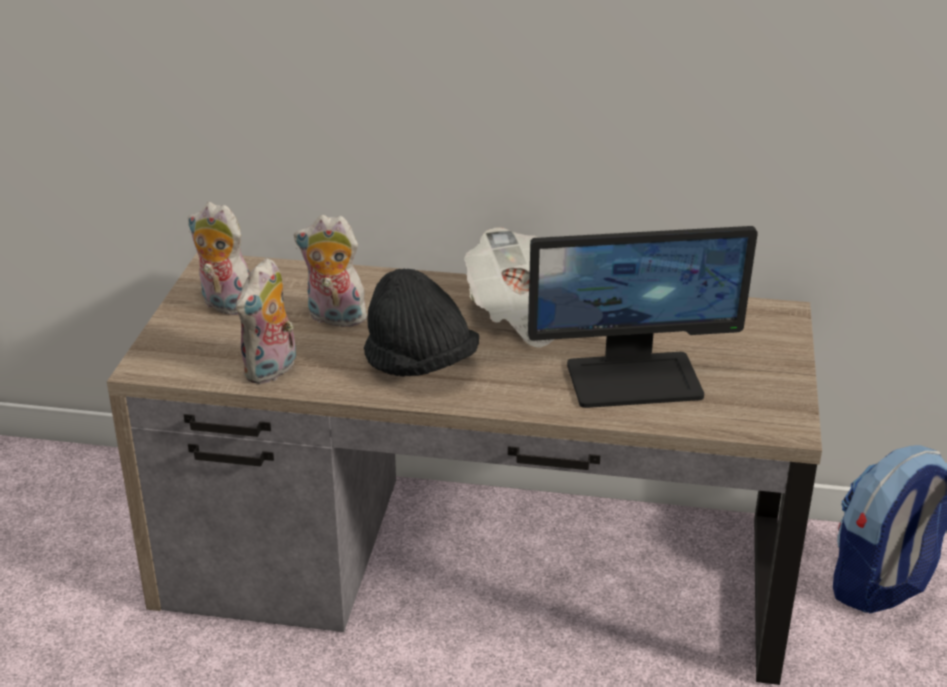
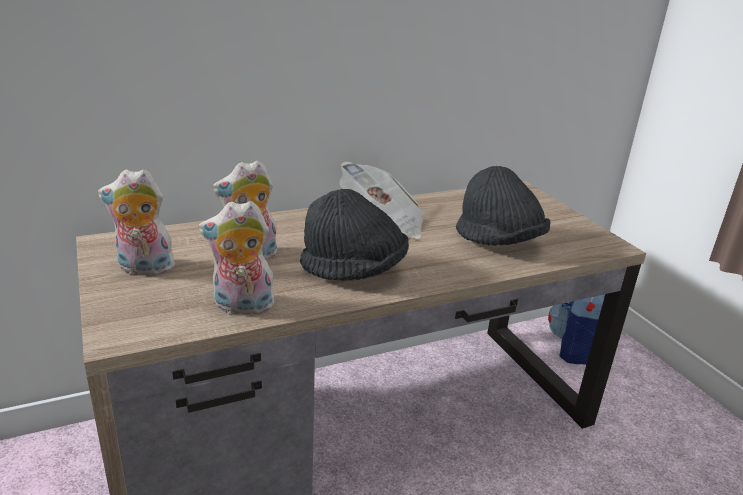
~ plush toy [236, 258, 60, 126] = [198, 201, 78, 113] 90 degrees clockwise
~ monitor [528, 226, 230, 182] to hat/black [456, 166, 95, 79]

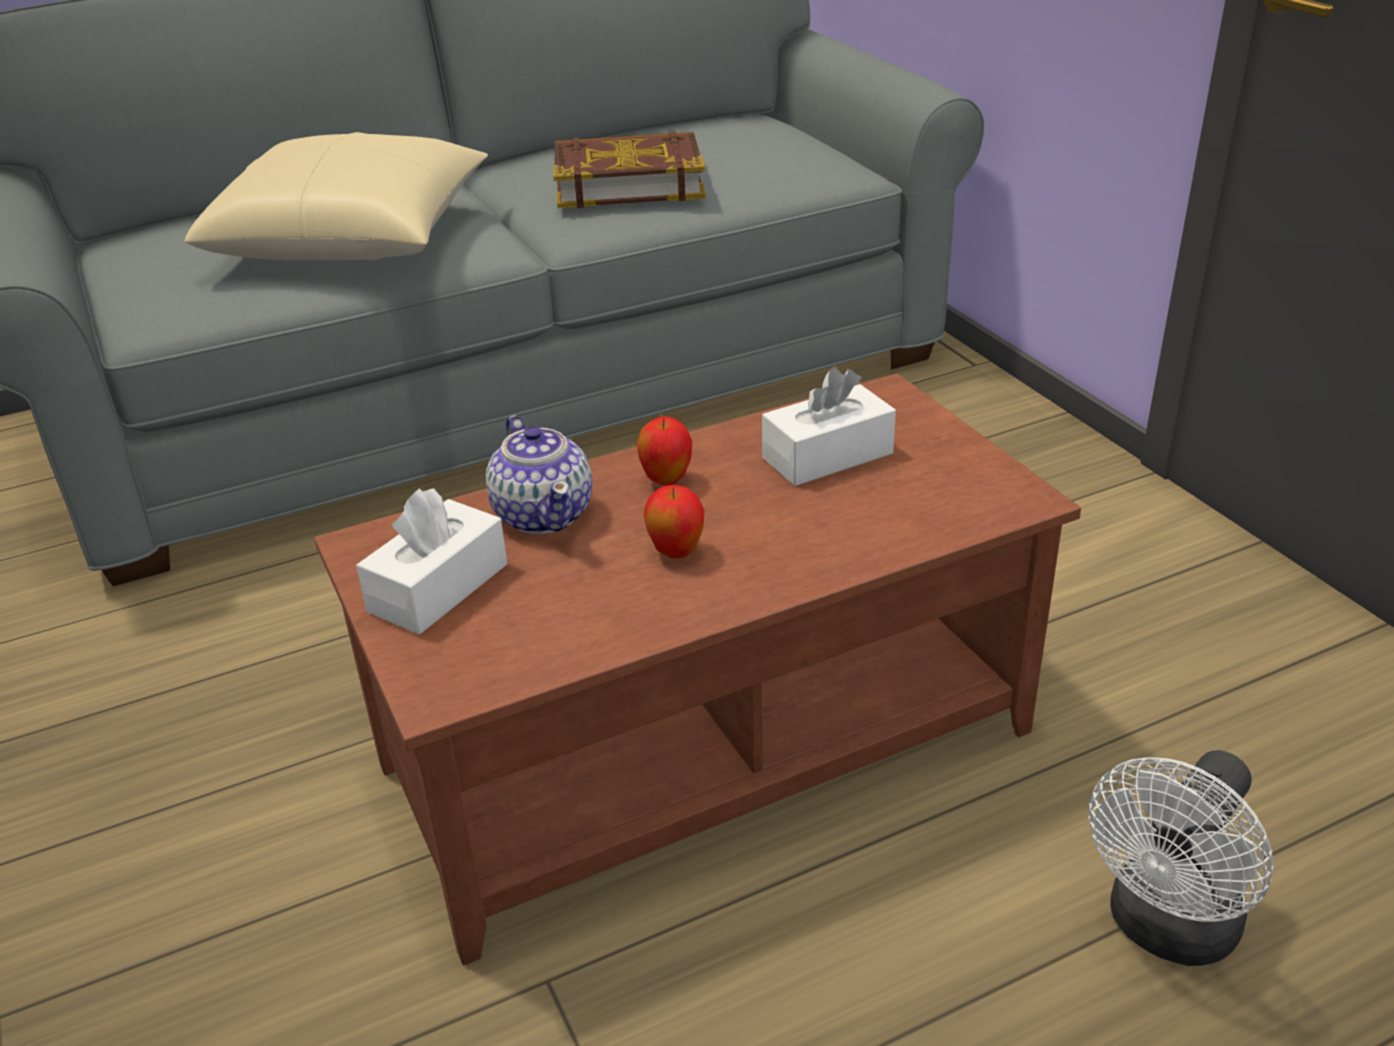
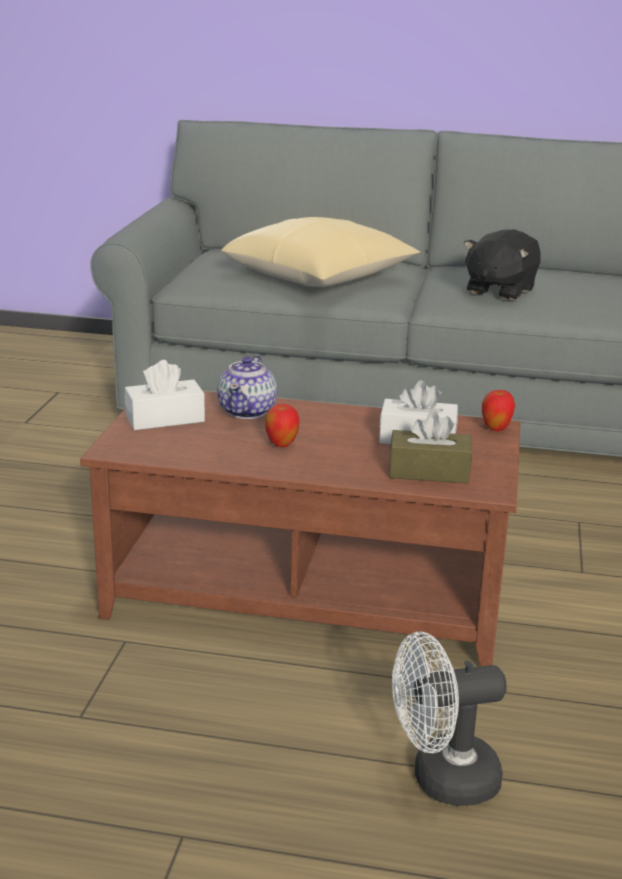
+ tissue box/brown [389, 411, 83, 72]
~ book [553, 131, 153, 77] to plush toy/black [464, 229, 76, 71]
~ apple [637, 416, 55, 70] to [482, 389, 33, 42]

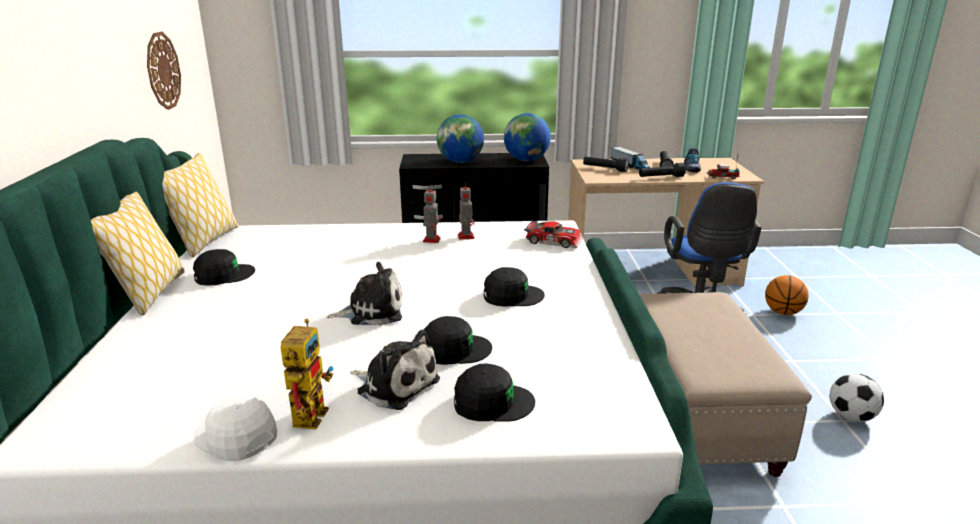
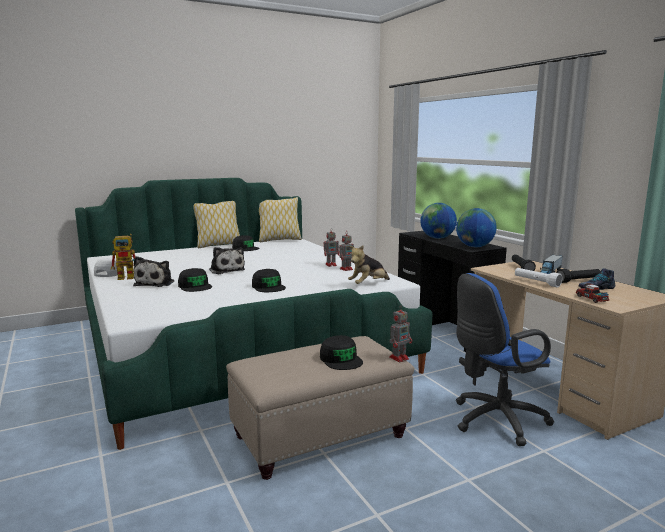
~ cap/black [454, 363, 81, 59] to [320, 335, 43, 35]
~ toy car [524, 220, 59, 28] to plush toy [348, 246, 42, 38]
+ toy robot [389, 305, 23, 57]
~ flashlight/black [639, 163, 47, 14] to flashlight/white [515, 268, 47, 19]
- wall clock [147, 32, 34, 78]
- basketball [765, 275, 44, 40]
- football [830, 373, 54, 49]

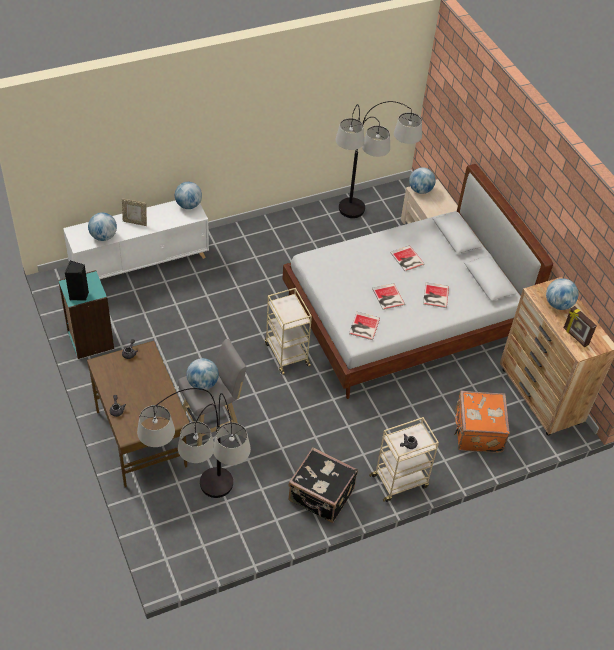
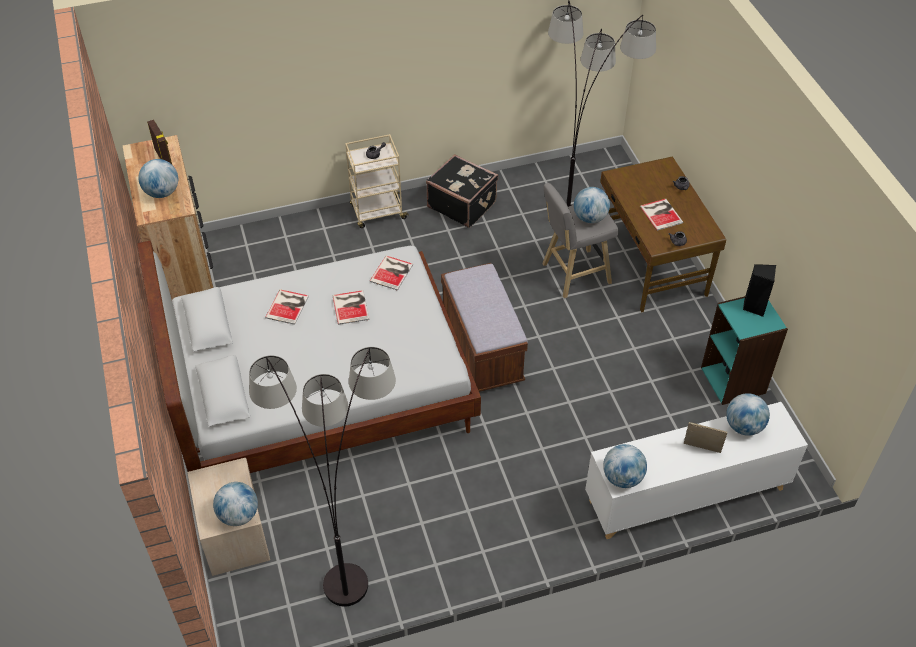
~ cart/beige [265, 288, 47, 87] to bench/brown [441, 263, 87, 129]
~ book [390, 245, 35, 26] to [640, 199, 43, 32]
- suitcase/orange [454, 391, 56, 62]

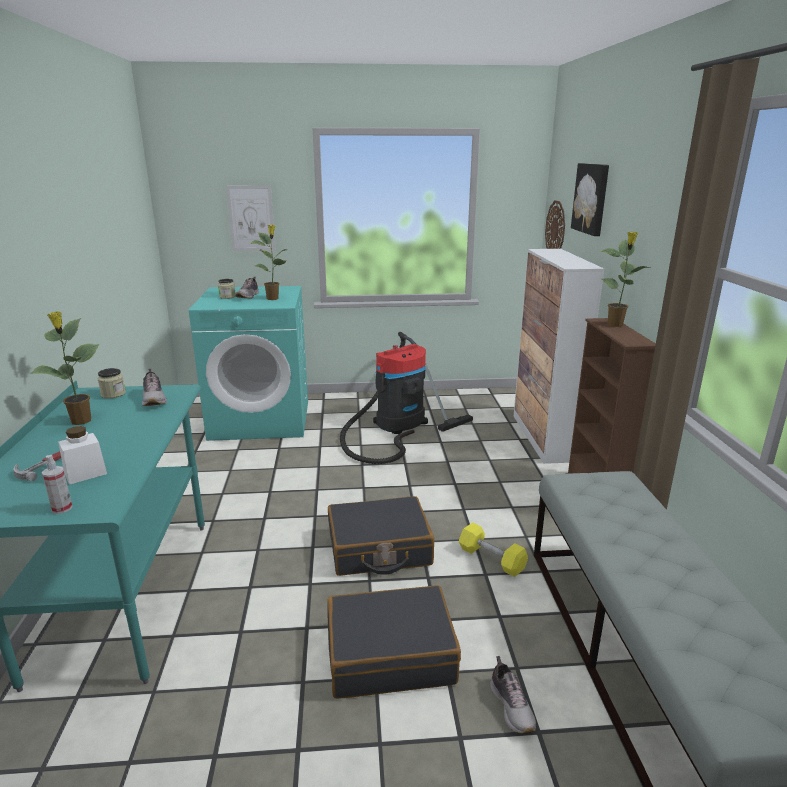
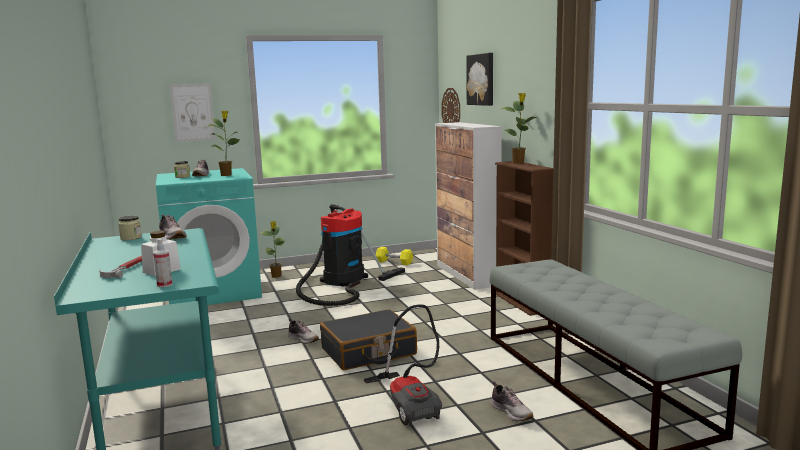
~ potted plant [30, 311, 69, 114] to [261, 221, 24, 57]
+ shoe [288, 319, 31, 25]
~ suitcase/black [327, 585, 134, 114] to vacuum cleaner [364, 304, 78, 122]
~ dumbbell/yellow [459, 522, 69, 55] to [376, 247, 37, 18]

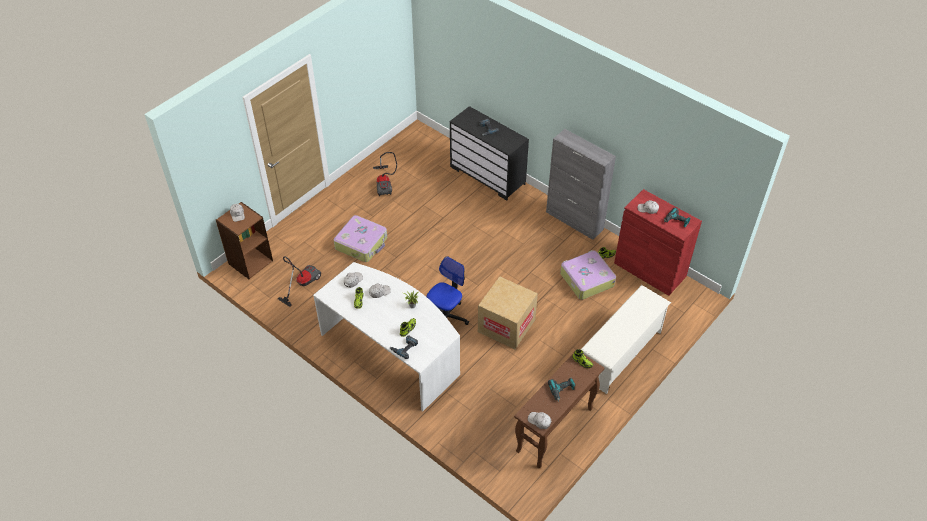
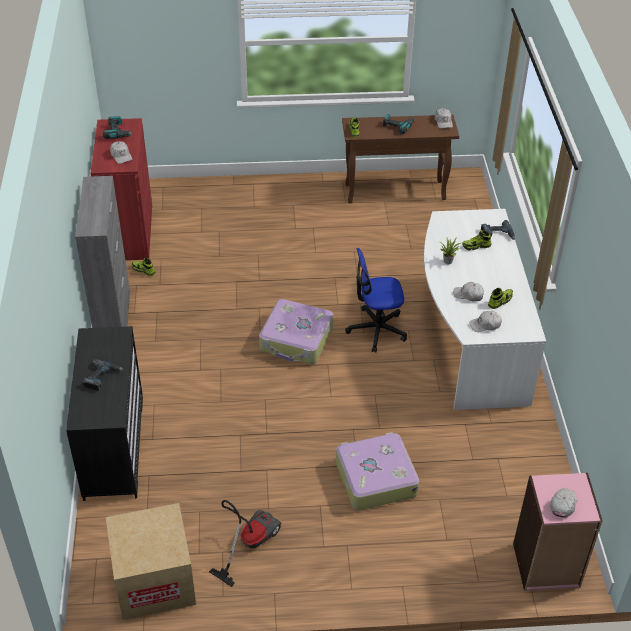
~ cardboard box [478, 276, 60, 73] to [106, 503, 90, 117]
~ suitcase [560, 250, 56, 50] to [259, 299, 74, 65]
~ bookcase/brown [216, 202, 57, 77] to bookcase/pink [513, 473, 90, 118]
- vacuum cleaner [278, 256, 44, 51]
- shoe rack/white [581, 285, 90, 109]

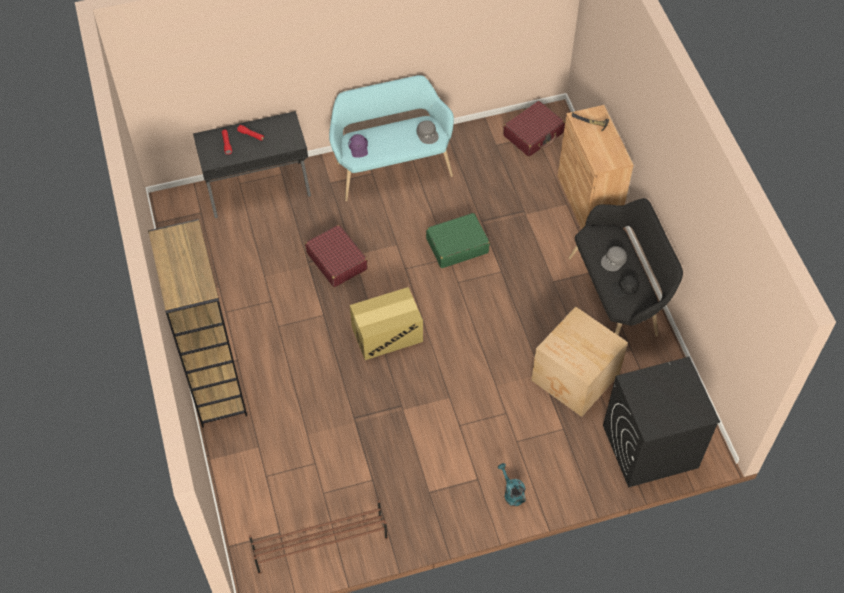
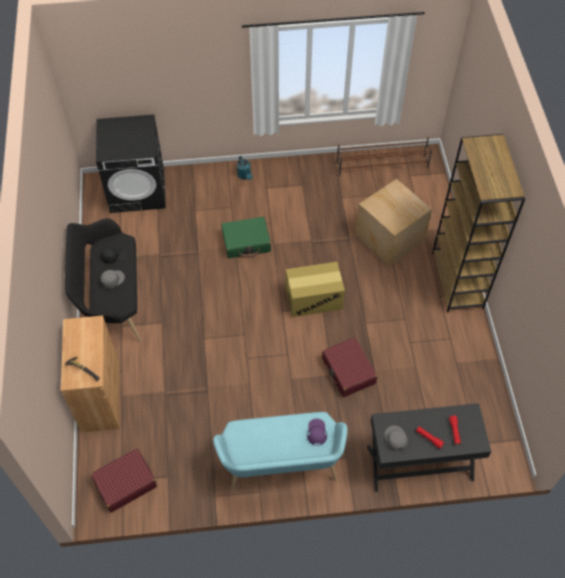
~ suitcase/green [426, 213, 64, 55] to [221, 217, 50, 41]
~ cardboard box [531, 306, 97, 111] to [355, 179, 77, 87]
~ cap/grey [416, 120, 23, 24] to [384, 425, 24, 27]

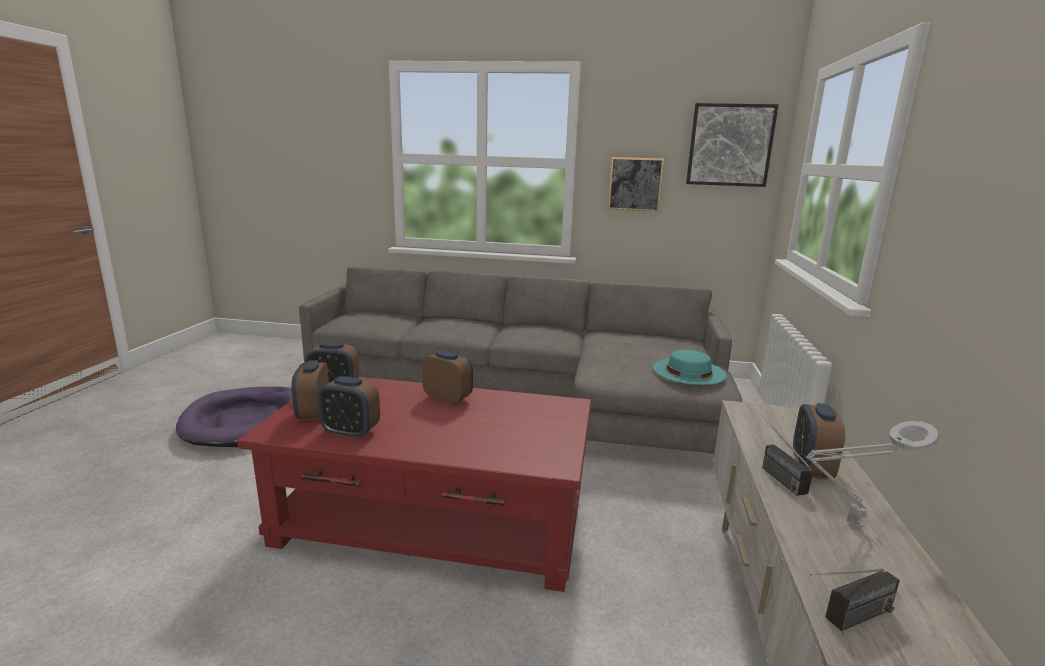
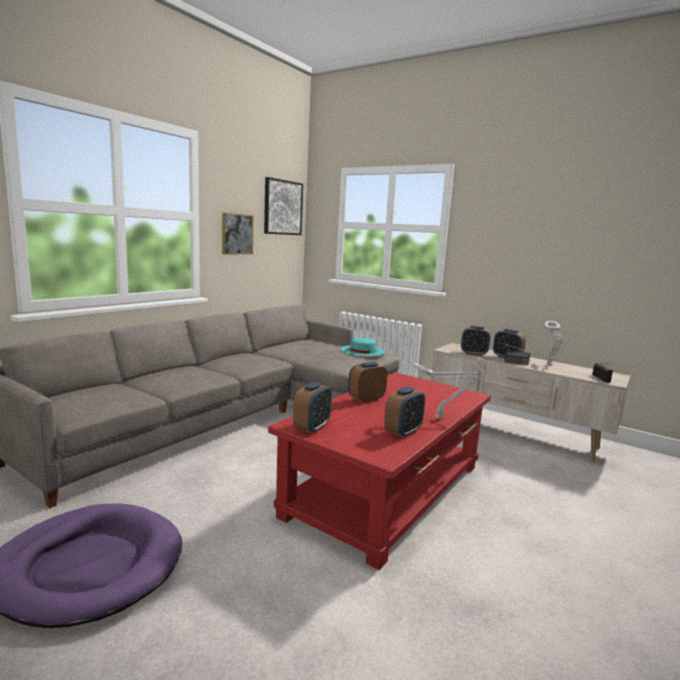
+ table lamp/grey [412, 362, 68, 57]
~ alarm clock [292, 360, 37, 61] to [461, 325, 29, 31]

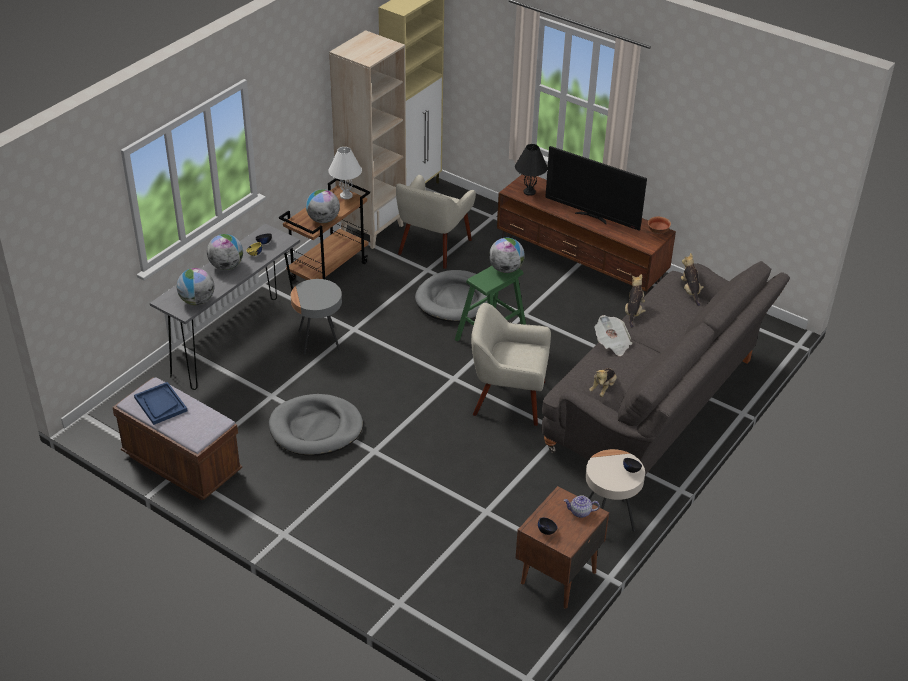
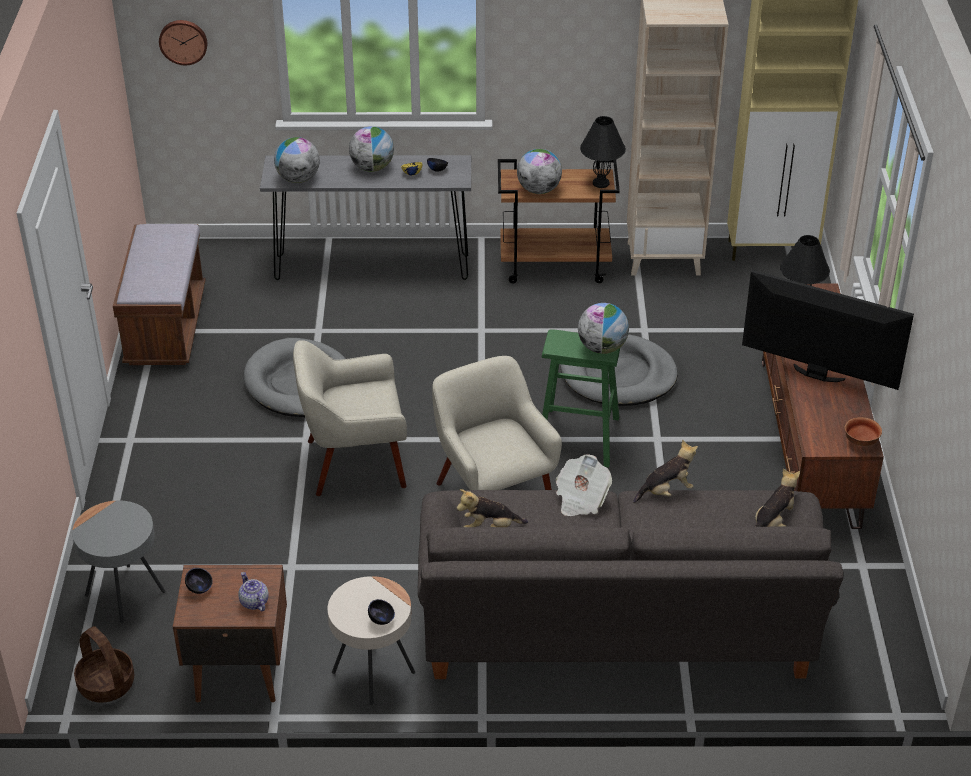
~ side table/grey [291, 279, 51, 76] to [72, 501, 93, 123]
+ basket [74, 626, 60, 77]
+ wall clock [159, 20, 49, 45]
~ armchair/beige [396, 175, 80, 94] to [293, 340, 114, 156]
~ table lamp/white [328, 147, 34, 52] to table lamp/black [580, 116, 46, 72]
~ television [545, 146, 102, 85] = [742, 270, 172, 120] 120 degrees clockwise
- tray/blue [134, 382, 53, 43]

